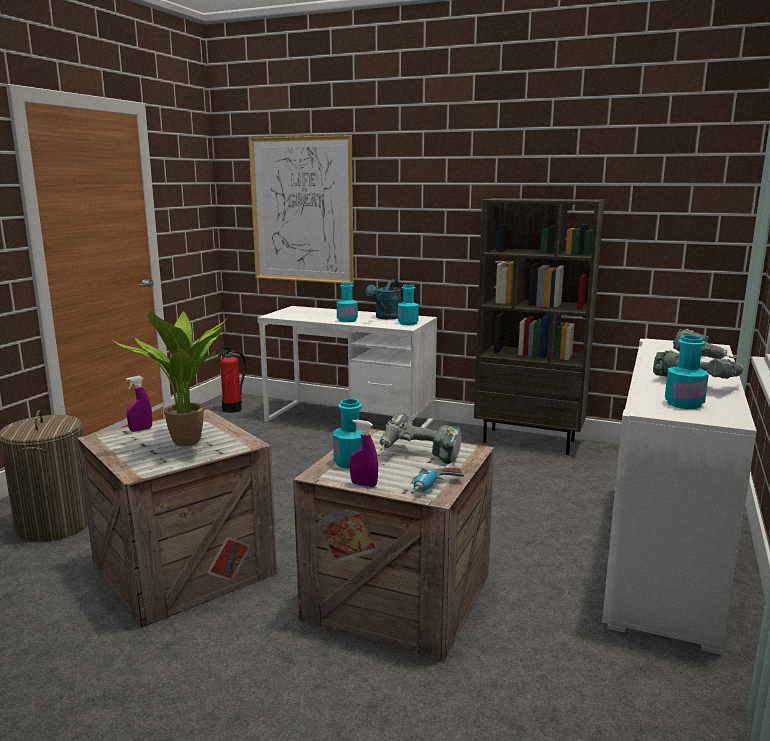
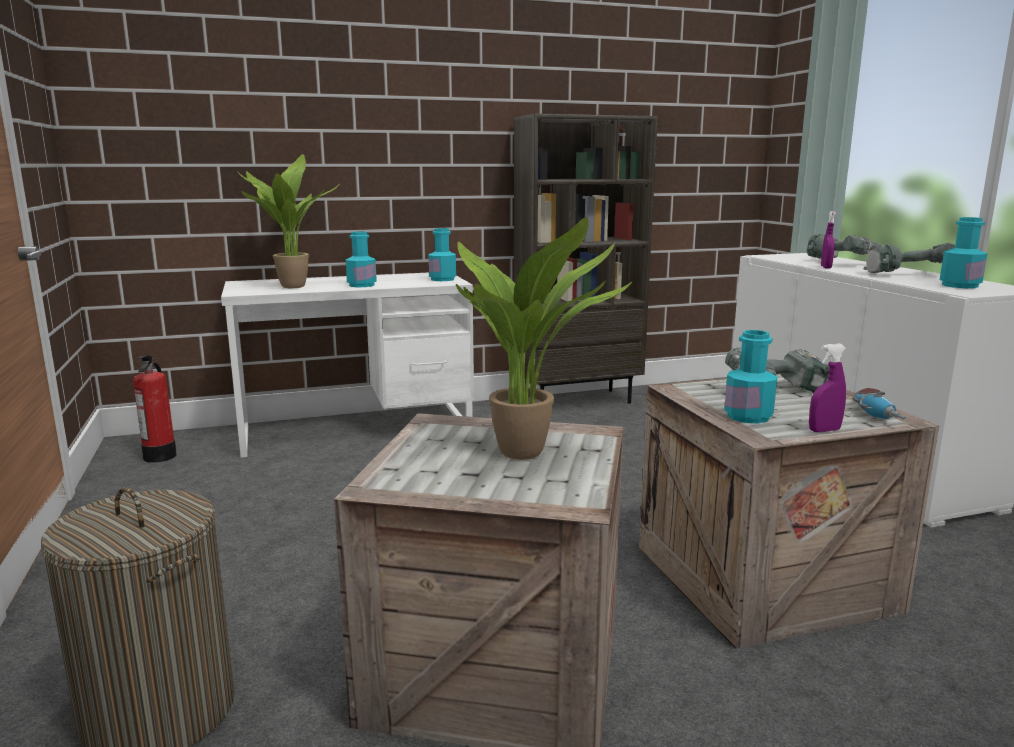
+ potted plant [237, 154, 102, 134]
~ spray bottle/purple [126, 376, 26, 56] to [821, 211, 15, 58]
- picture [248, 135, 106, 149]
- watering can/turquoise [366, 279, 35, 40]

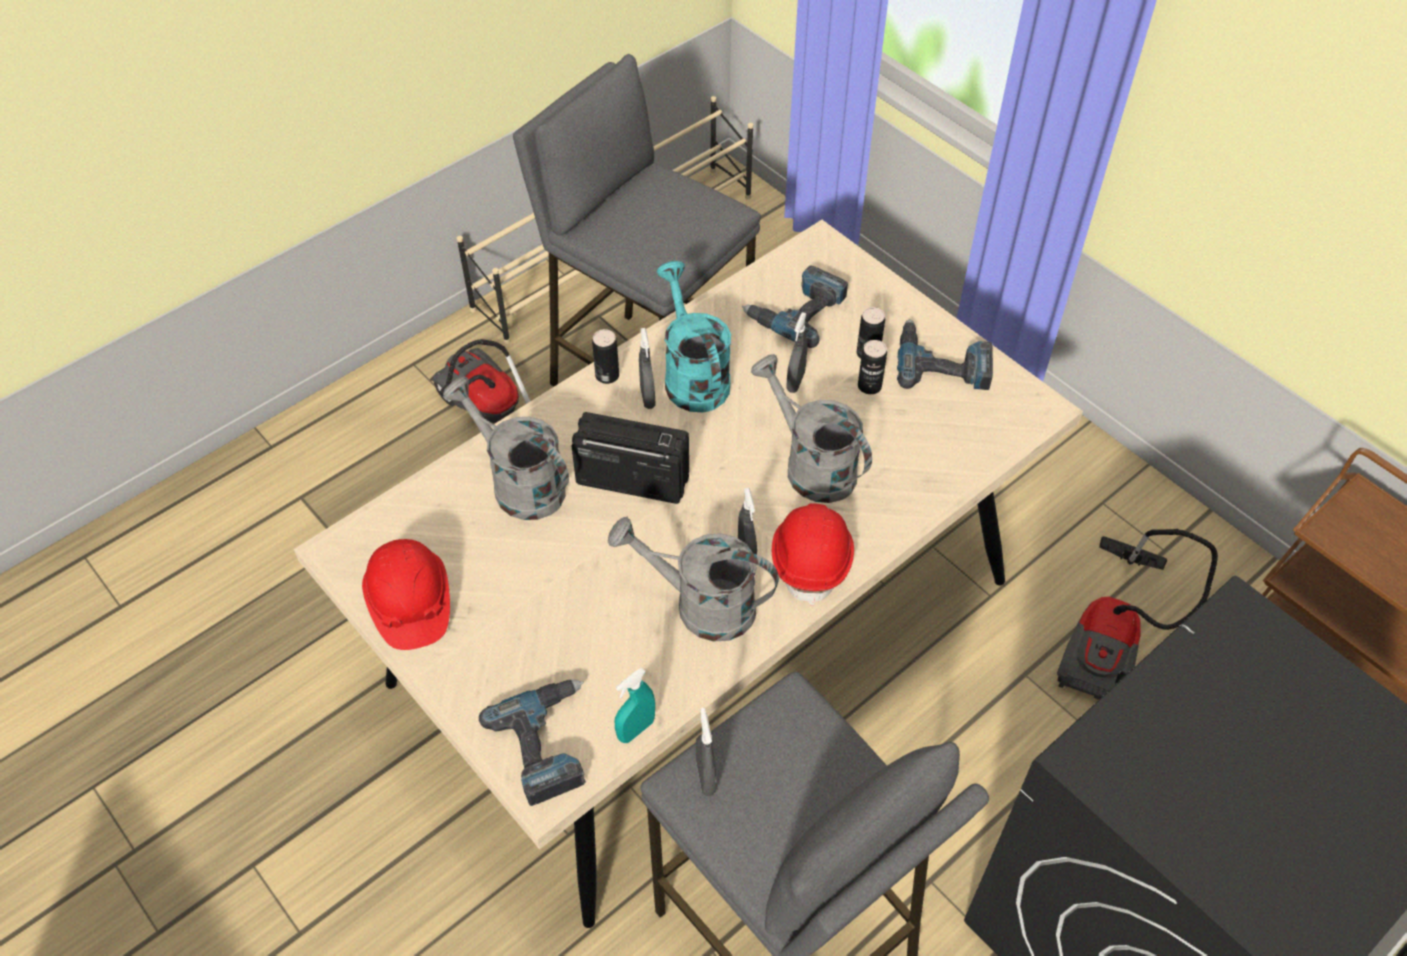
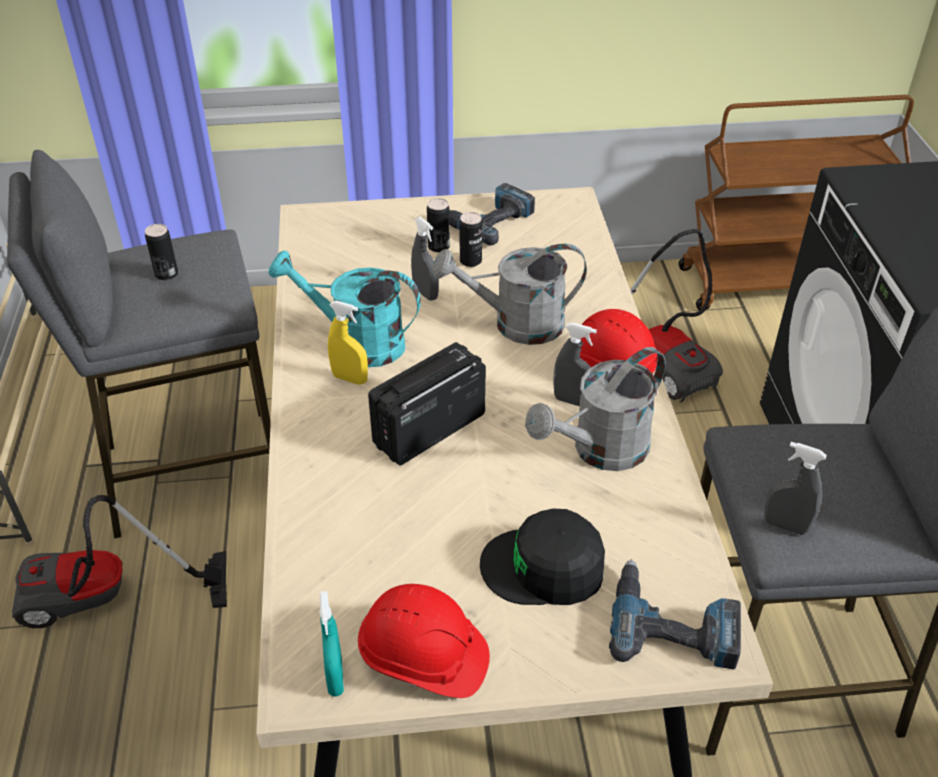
~ can [592, 329, 27, 55] to [145, 224, 33, 56]
~ spray bottle/turquoise [615, 668, 40, 75] to [320, 591, 24, 106]
~ spray bottle/grey [639, 328, 16, 81] to spray bottle/yellow [328, 301, 40, 84]
+ cap/black [480, 509, 125, 96]
- watering can/grey [443, 376, 126, 144]
- power drill [742, 265, 106, 83]

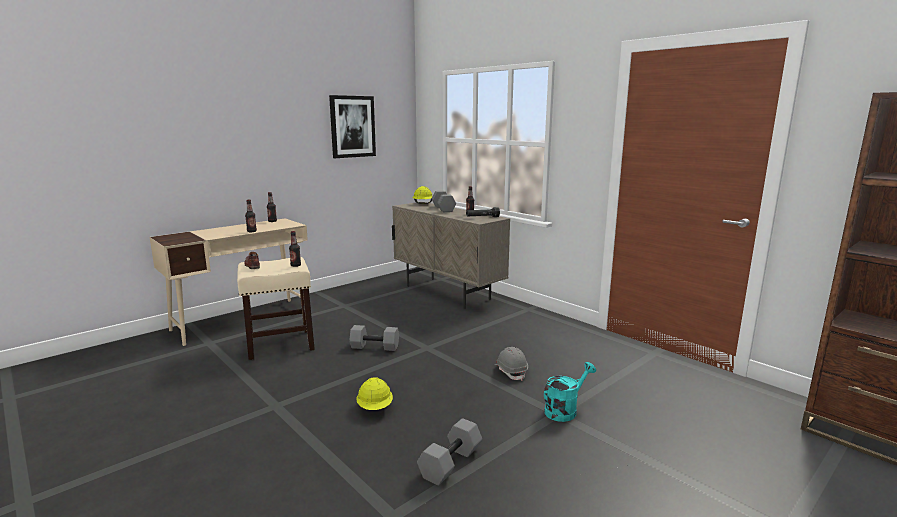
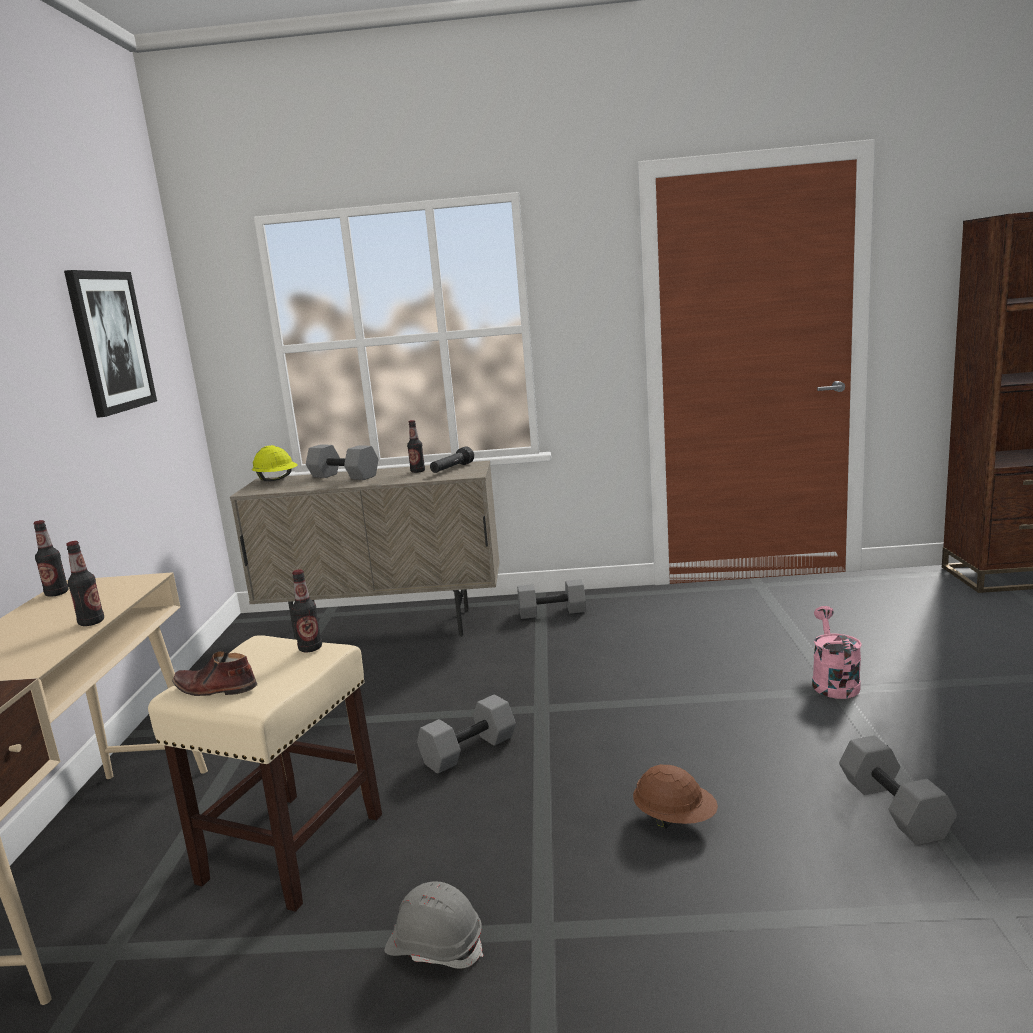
~ hard hat/grey [495, 347, 33, 34] to [384, 882, 99, 87]
+ dumbbell/grey [517, 579, 69, 40]
~ hard hat/yellow [356, 377, 37, 33] to hard hat/brown [633, 764, 85, 65]
~ watering can/turquoise [544, 362, 52, 60] to watering can/pink [812, 606, 50, 93]

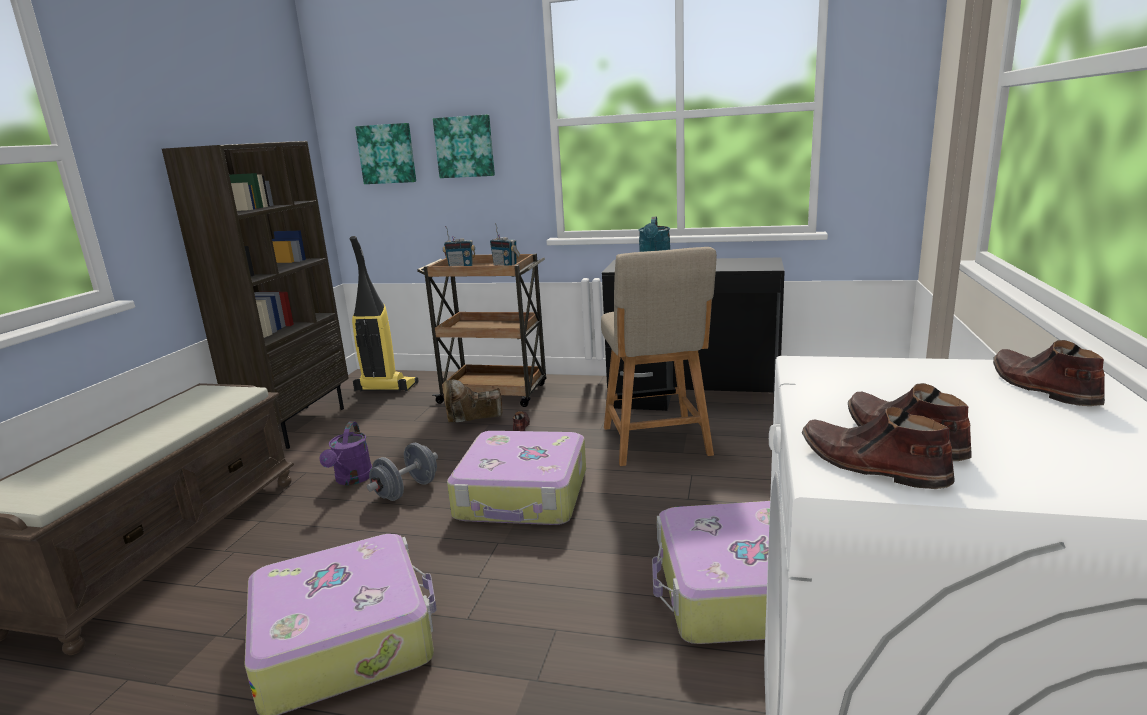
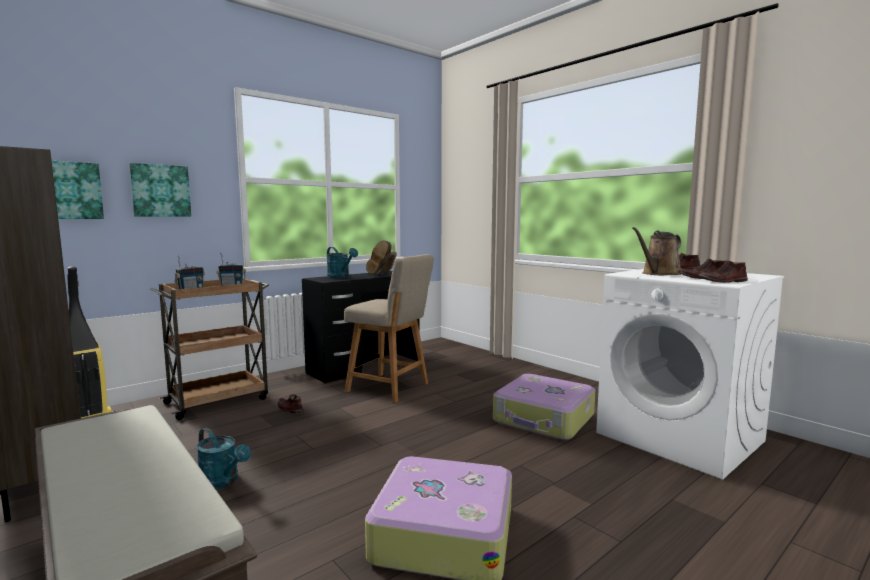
~ watering can/purple [319, 422, 53, 63] to watering can/turquoise [196, 428, 55, 62]
~ boot/brown [443, 380, 60, 42] to [366, 240, 31, 34]
+ watering can/brown [632, 227, 49, 48]
- dumbbell/grey [367, 443, 71, 58]
- suitcase [447, 431, 139, 94]

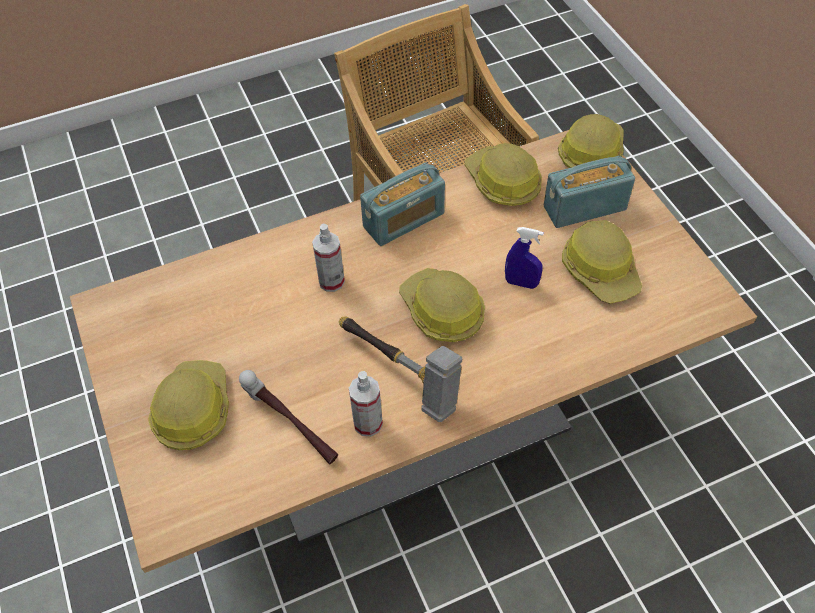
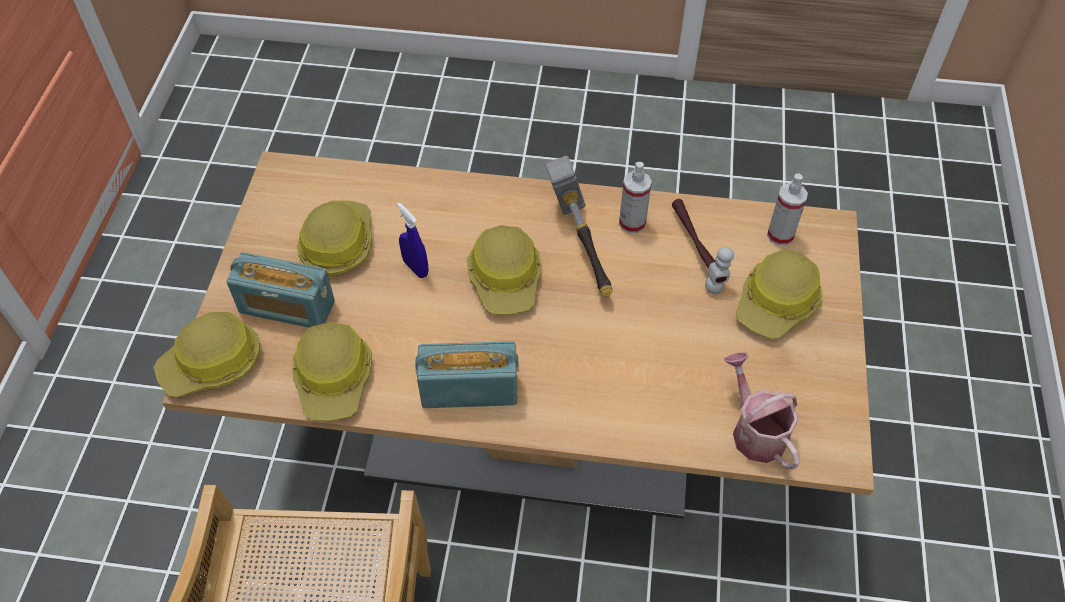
+ watering can [724, 353, 75, 116]
~ spray bottle [312, 224, 33, 68] to [767, 173, 41, 73]

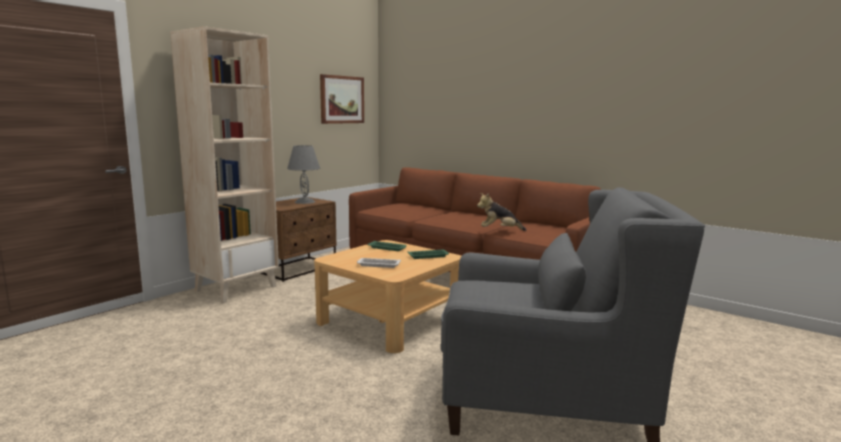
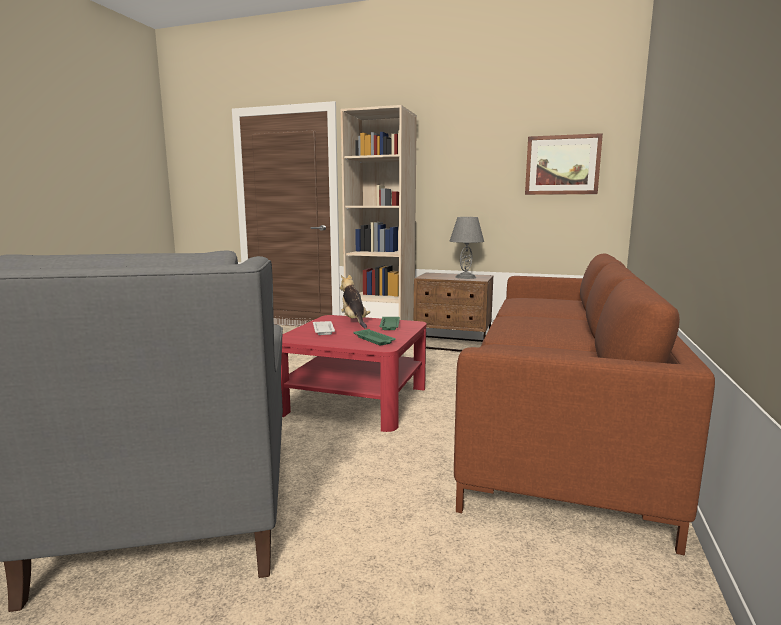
~ coffee table/beige [314, 240, 147, 113] to coffee table/red [281, 315, 146, 117]
~ plush toy [477, 193, 50, 38] to [340, 275, 30, 54]

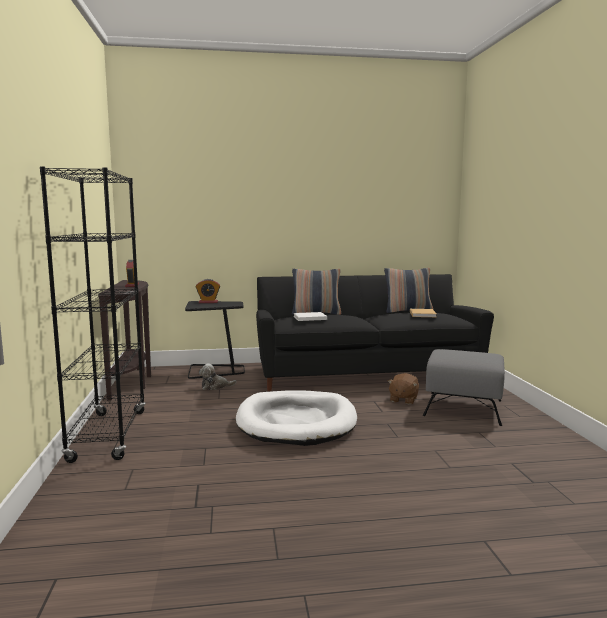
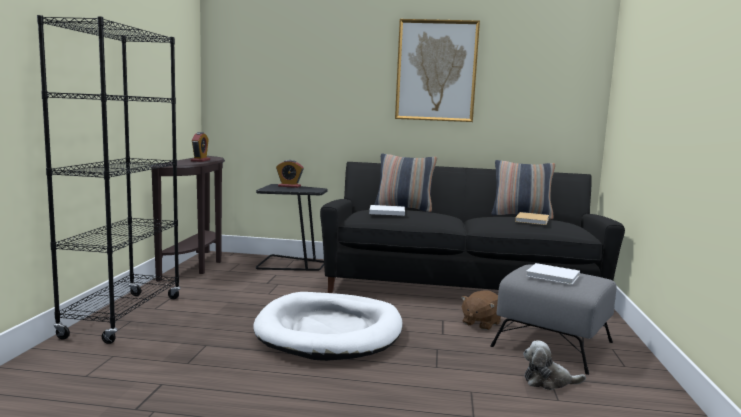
+ picture [395, 19, 85, 103]
~ plush toy [199, 364, 37, 26] to [523, 340, 63, 50]
+ book/white [526, 263, 54, 22]

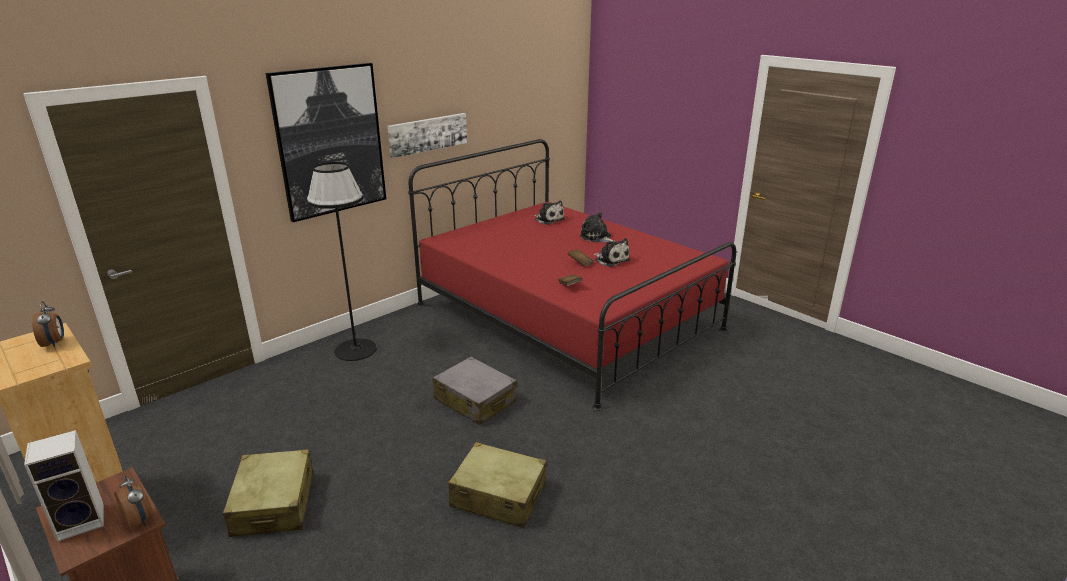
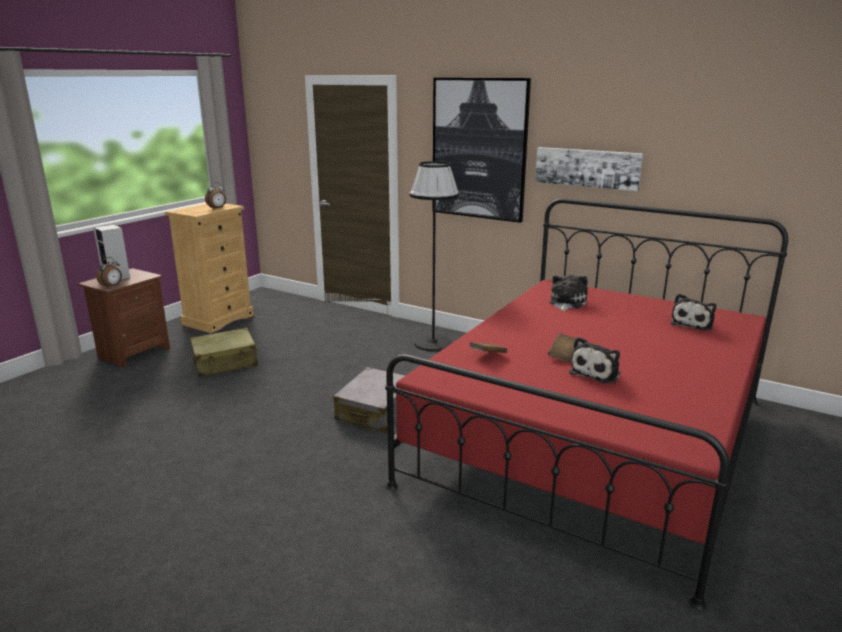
~ plush toy [580, 212, 36, 30] to [549, 275, 39, 37]
- suitcase/beige [448, 442, 99, 86]

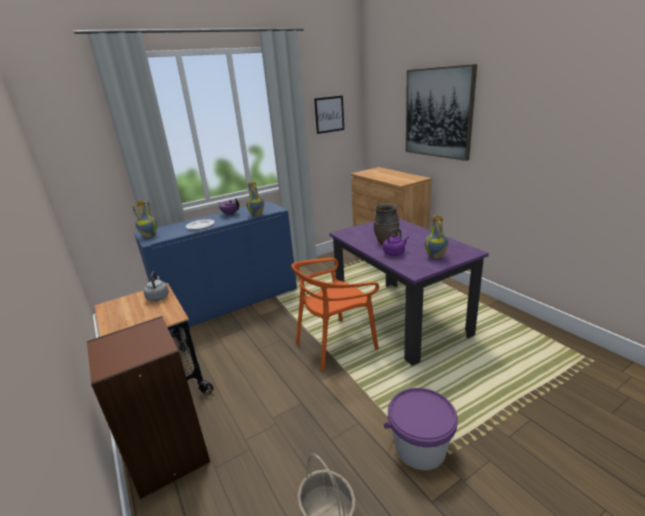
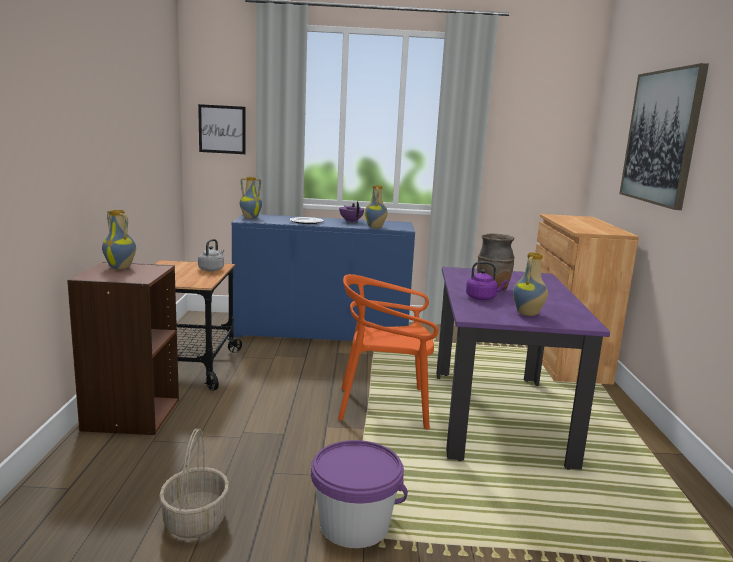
+ vase [102, 210, 34, 59]
~ picture [314, 96, 30, 38] to [198, 104, 47, 50]

